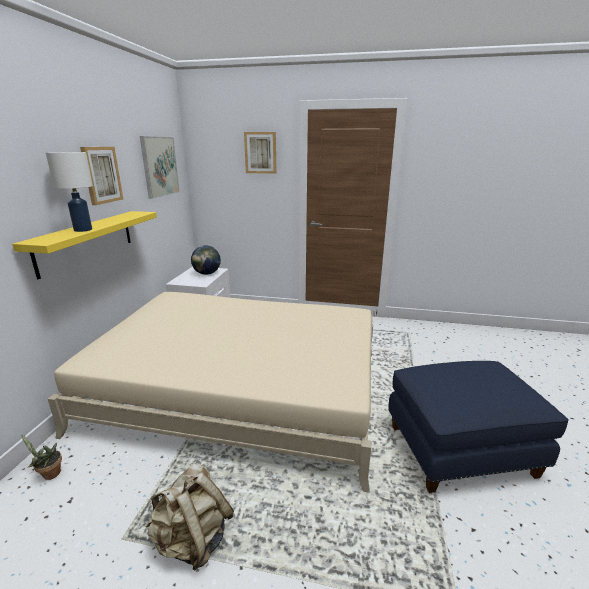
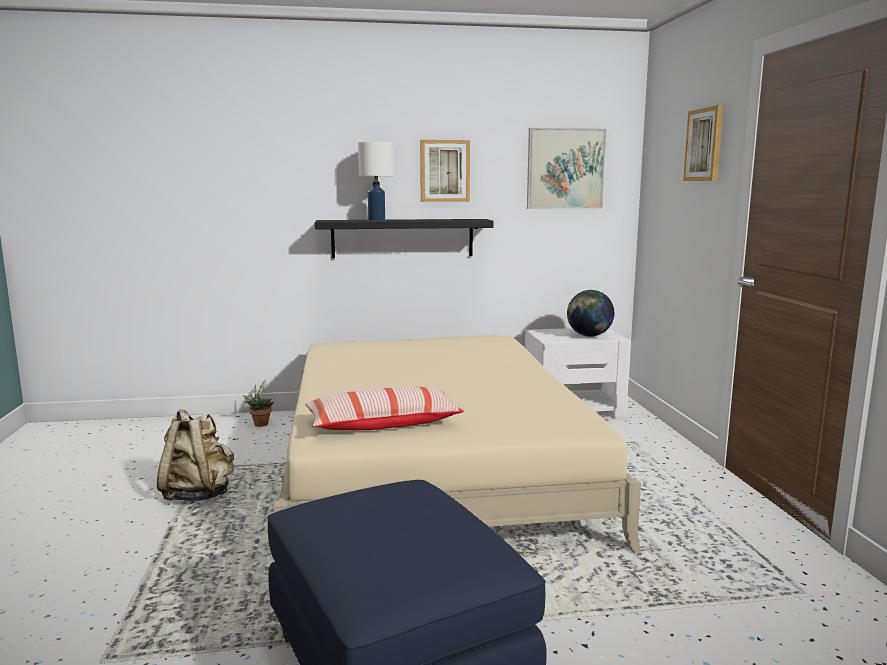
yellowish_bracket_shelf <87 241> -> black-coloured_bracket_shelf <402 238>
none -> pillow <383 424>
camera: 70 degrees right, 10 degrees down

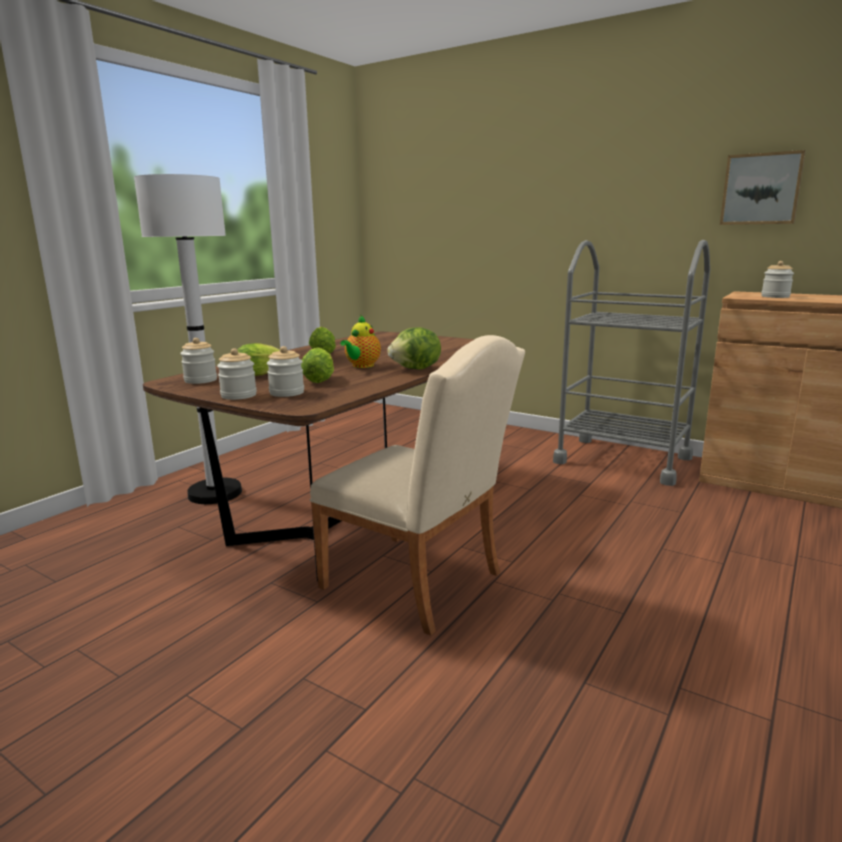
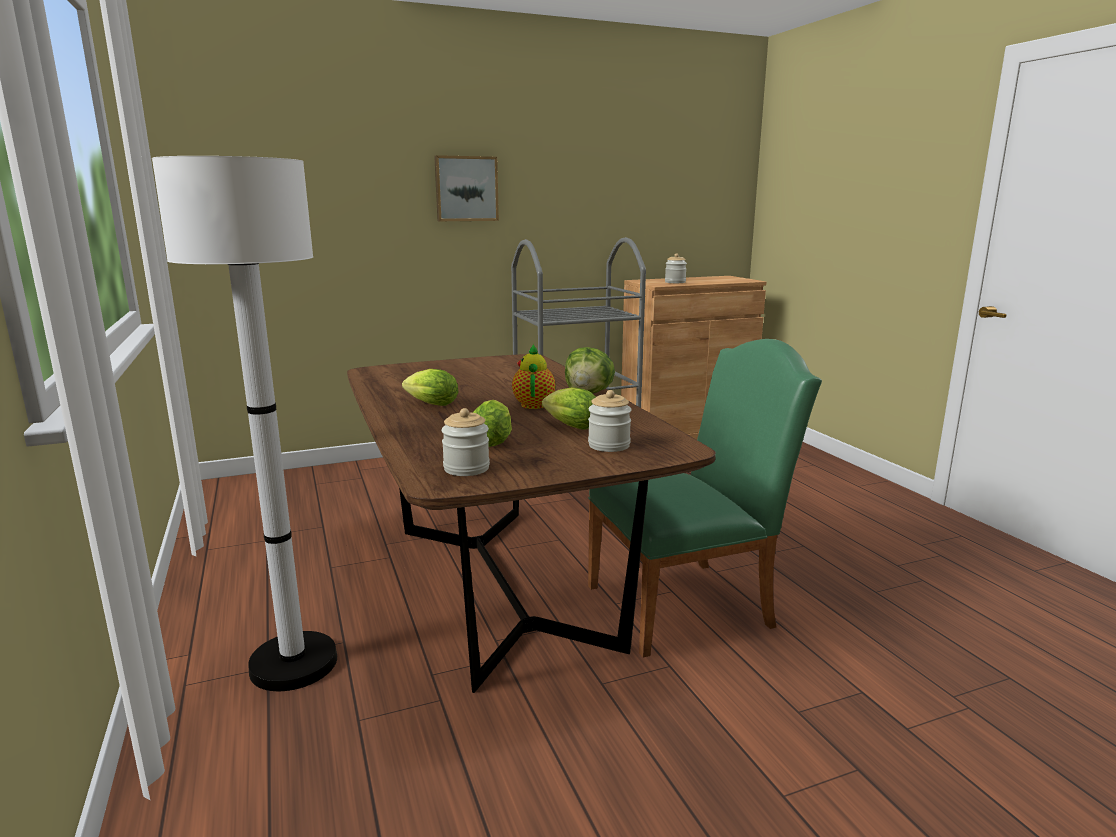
jar <238 395> -> none
sand-coloured_upright_chair <420 584> -> green-coloured_upright_chair <689 603>
pot_for_tea <362 366> -> pot_for_tea <534 404>, 150 degrees counterclockwise
picture <761 189> -> picture <466 189>, moved
camera: 55 degrees left, 0 degrees up

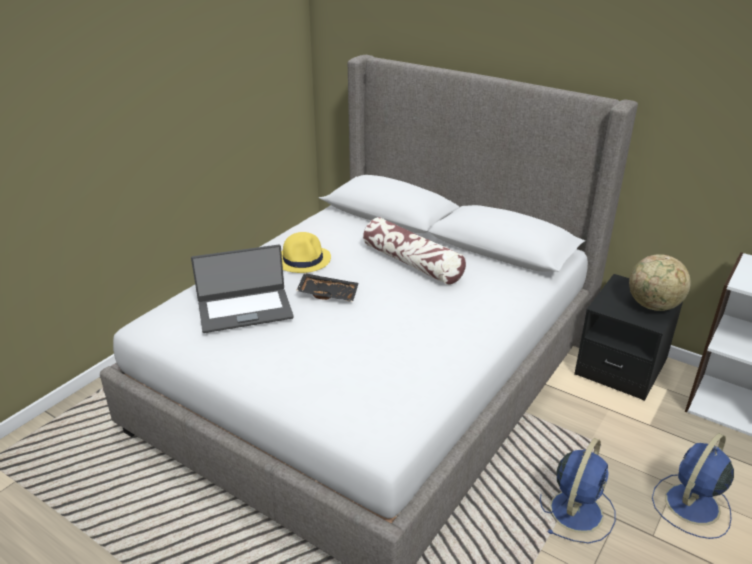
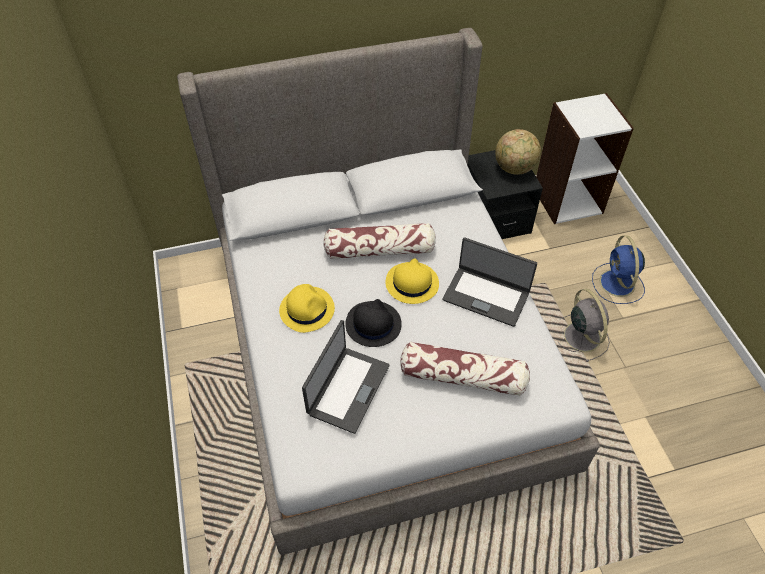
black-coloured_serving_tray <328 293> -> black-coloured_clothing_hat <372 324>
blue-coloured_electric_fan <576 509> -> greyish_electric_fan <581 335>
none -> yellowish_clothing_hat <411 283>
none -> pillow <463 377>
none -> portable_computer <486 295>
camera: 50 degrees left, 20 degrees up

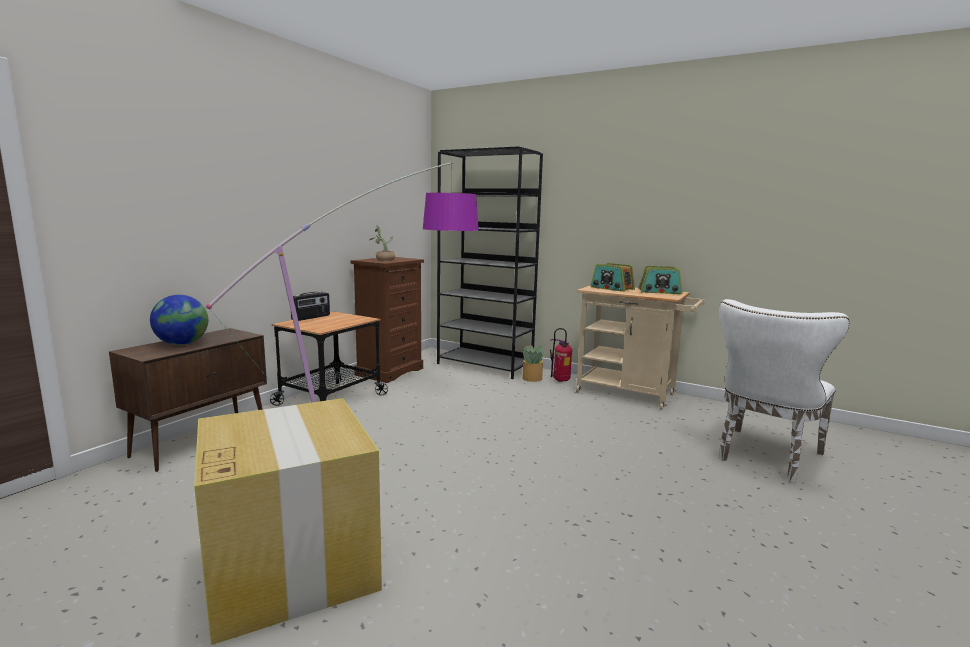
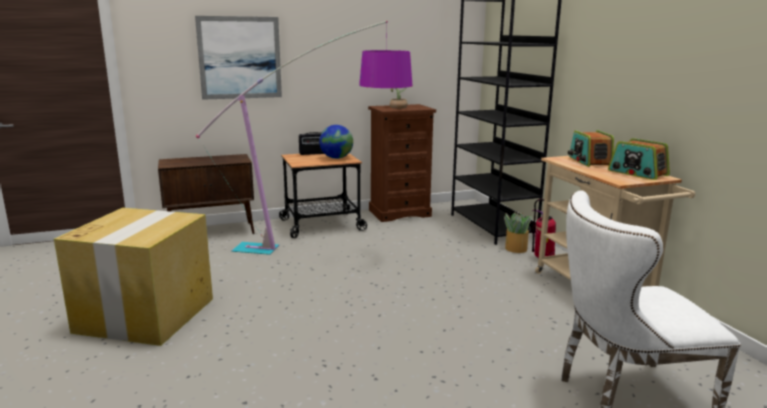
globe <182 344> -> globe <336 158>, moved
none -> picture <240 58>
camera: 40 degrees right, 5 degrees up

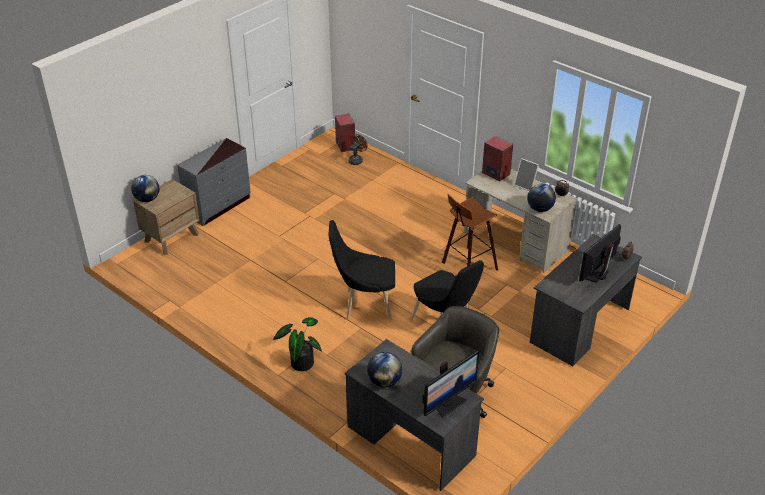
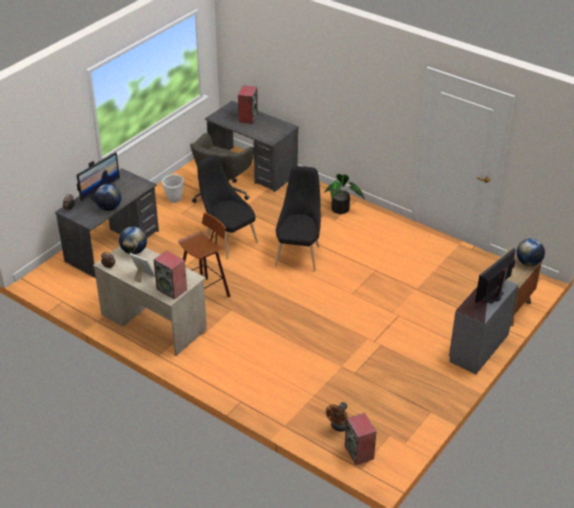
black-coloured_upright_chair <364 304> -> black-coloured_upright_chair <299 254>, 75 degrees counterclockwise
globe <384 381> -> globe <109 208>, moved
computer_display <448 404> -> computer_display <493 296>, moved
none -> white_flower_pot <174 199>
none -> speaker <247 117>
camera: 175 degrees right, 0 degrees up

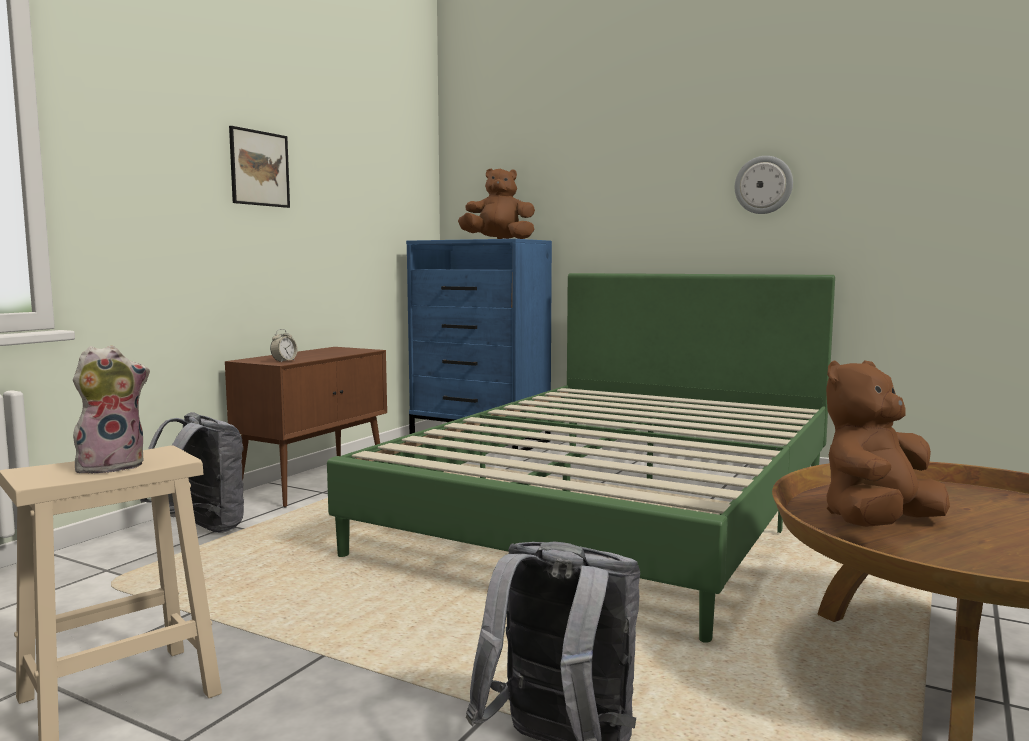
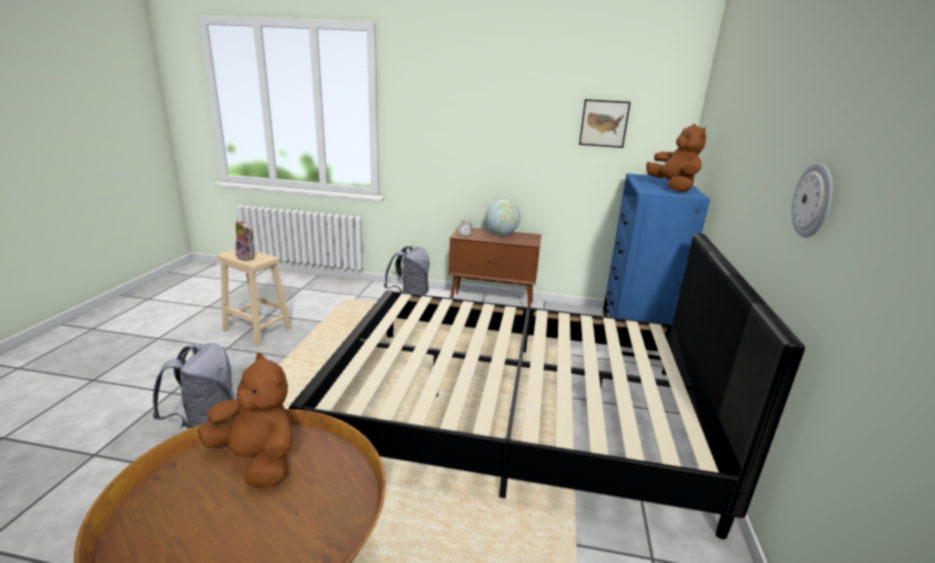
picture <259 168> -> picture <604 123>, moved
green-coloured_bedroom_bed <618 510> -> black-coloured_bedroom_bed <515 412>
none -> globe <501 234>
camera: 70 degrees right, 15 degrees up

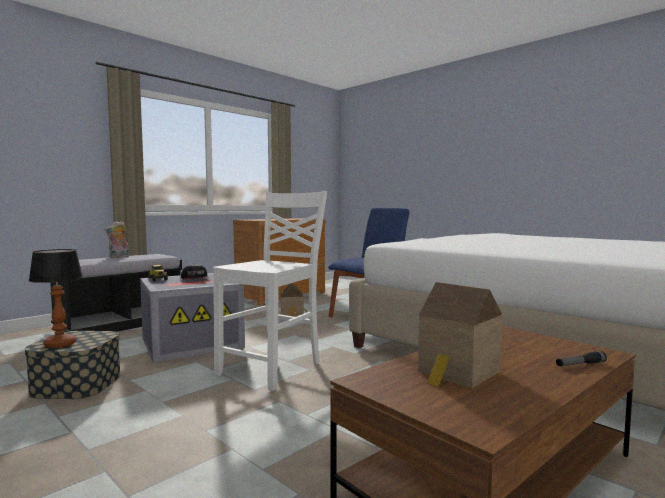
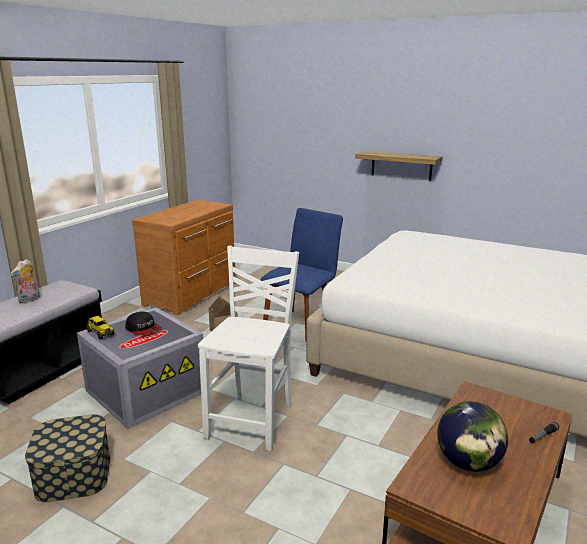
table_lamp <61 344> -> none
miniature_house <457 373> -> globe <468 463>
none -> bracket_shelf <401 165>
camera: 15 degrees left, 15 degrees up

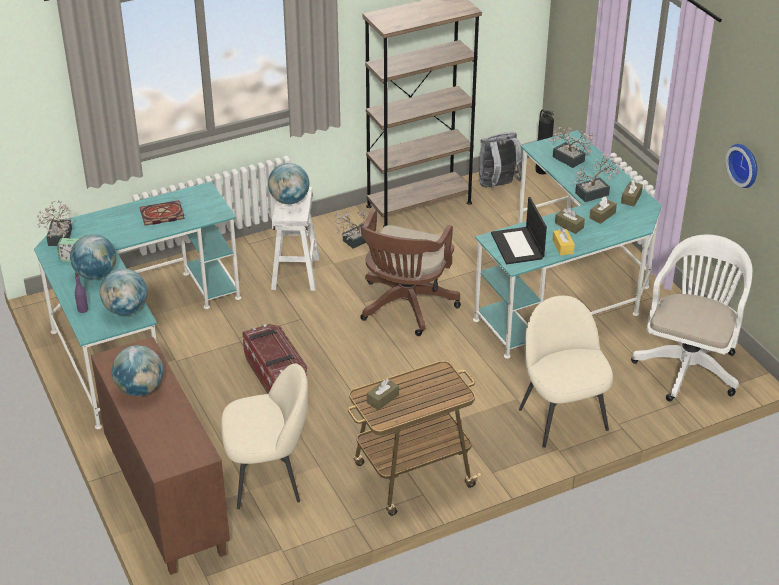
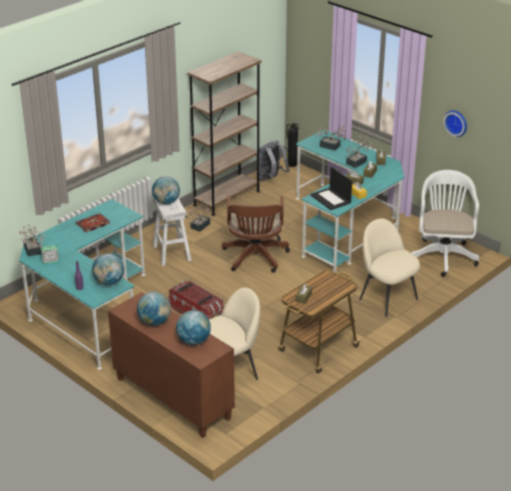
globe <96 274> -> globe <193 341>, moved
camera: 20 degrees left, 5 degrees down

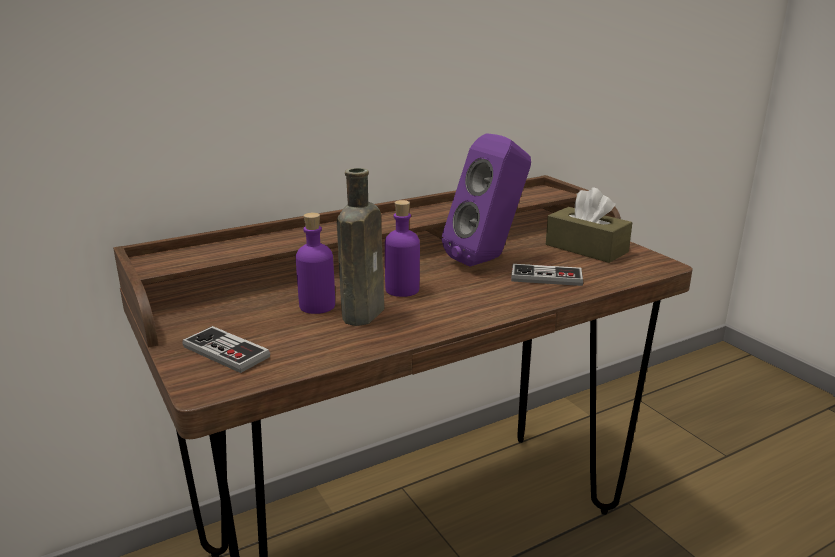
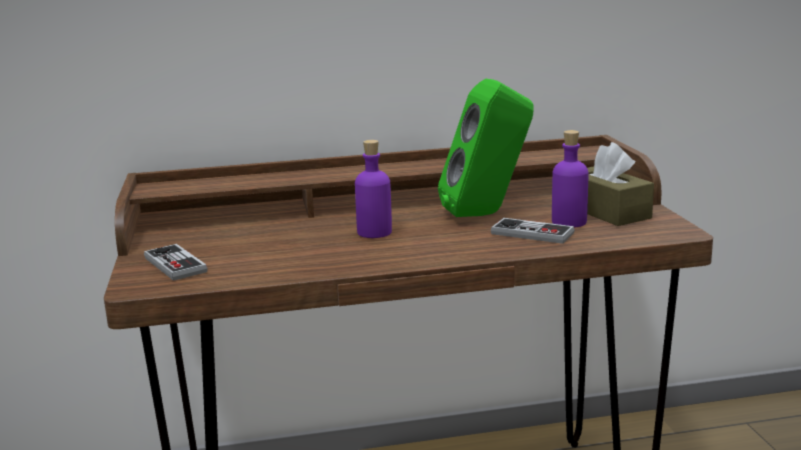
purplish_beverage_bottle <317 306> -> purplish_beverage_bottle <569 222>, moved
brownish_beverage_bottle <364 312> -> none
purplish_speaker <488 259> -> green-coloured_speaker <487 214>
camera: 20 degrees right, 5 degrees down

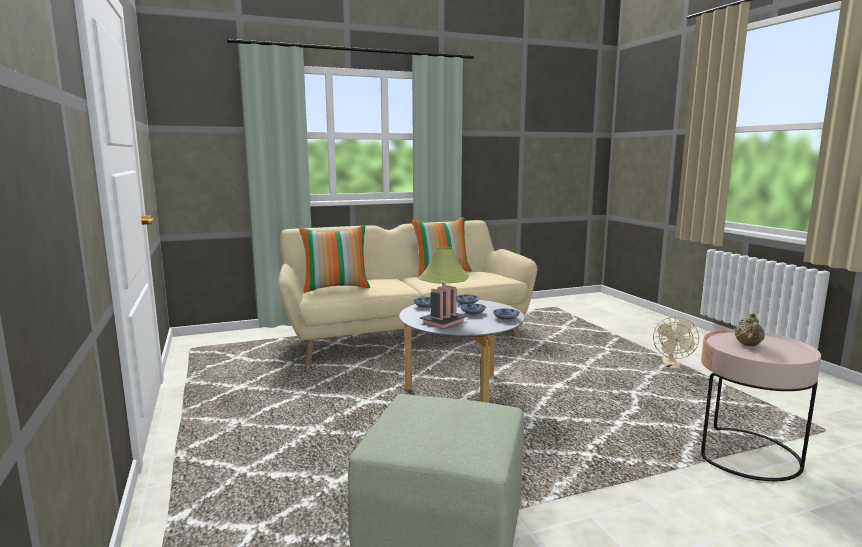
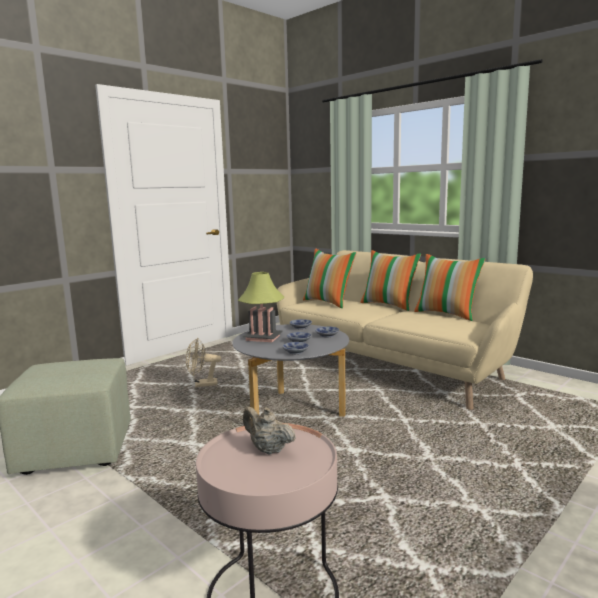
sand-coloured_electric_fan <672 367> -> sand-coloured_electric_fan <202 385>, moved
sand-coloured_pot_for_tea <748 345> -> sand-coloured_pot_for_tea <268 449>, 45 degrees clockwise
none -> pillow <389 305>
camera: 65 degrees right, 0 degrees up

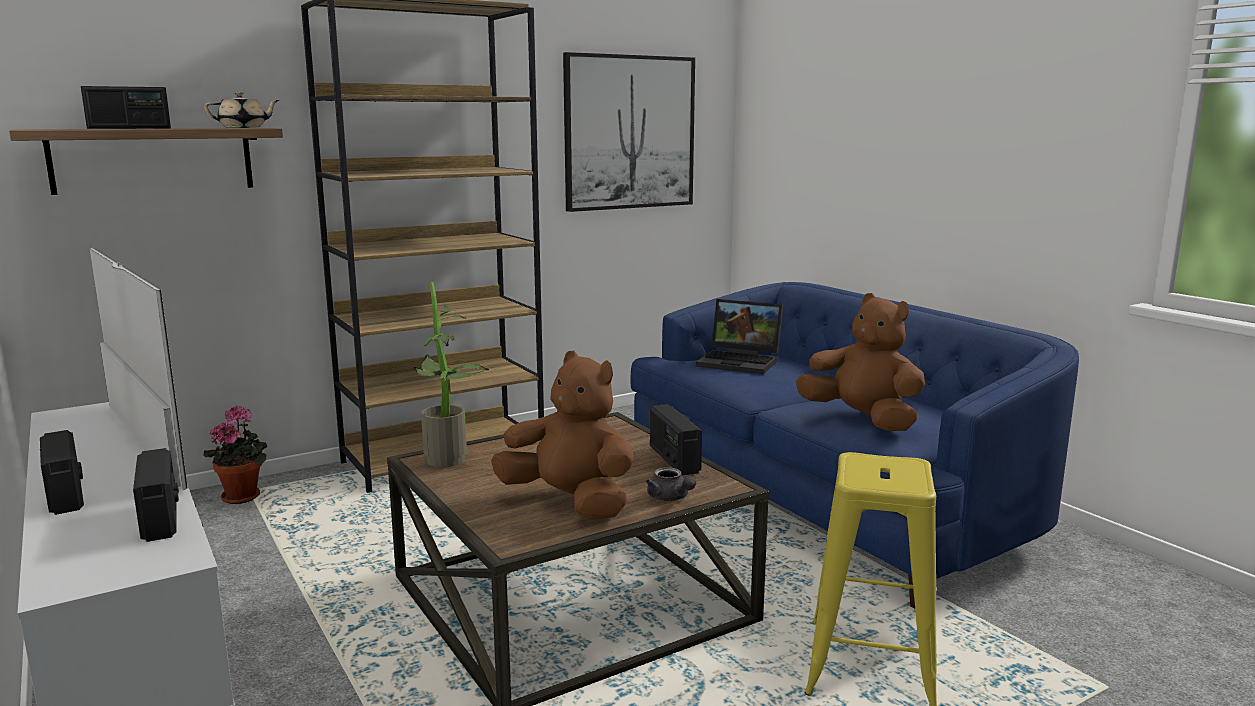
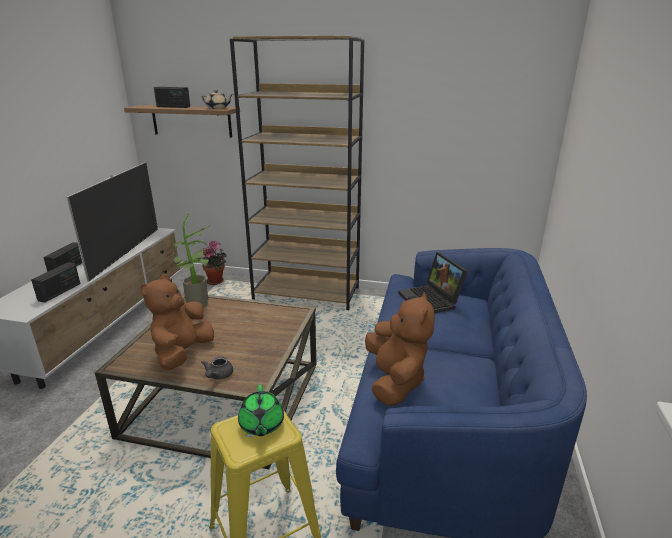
brownish_cuddly_toy <570 502> -> brownish_cuddly_toy <182 353>, 150 degrees counterclockwise
picture <629 132> -> none
radio_set <673 459> -> none
none -> green-coloured_pot_for_tea <261 425>
camera: 45 degrees right, 10 degrees up

